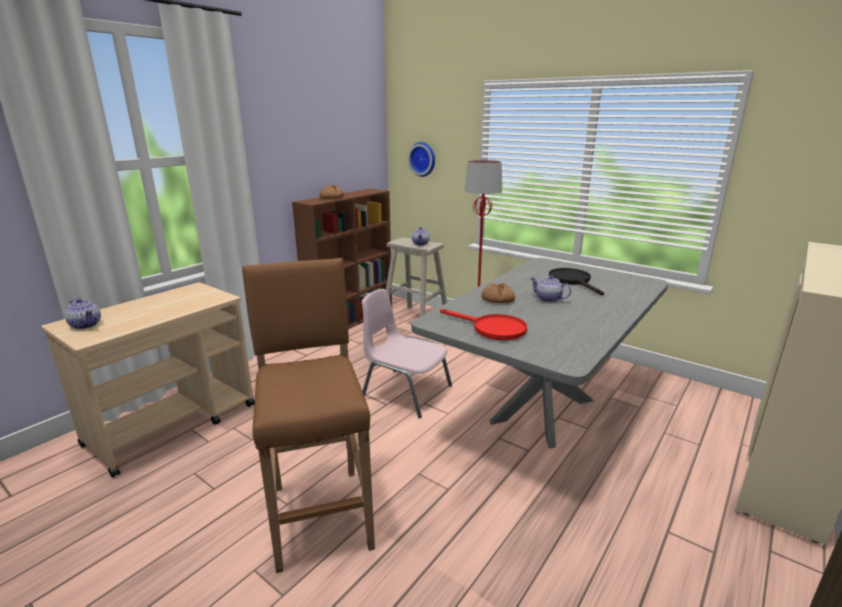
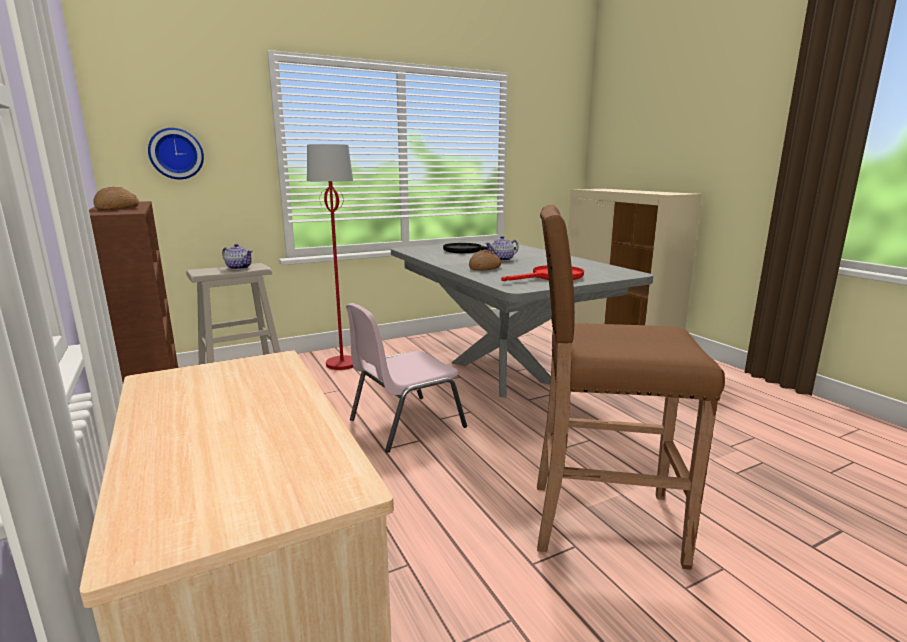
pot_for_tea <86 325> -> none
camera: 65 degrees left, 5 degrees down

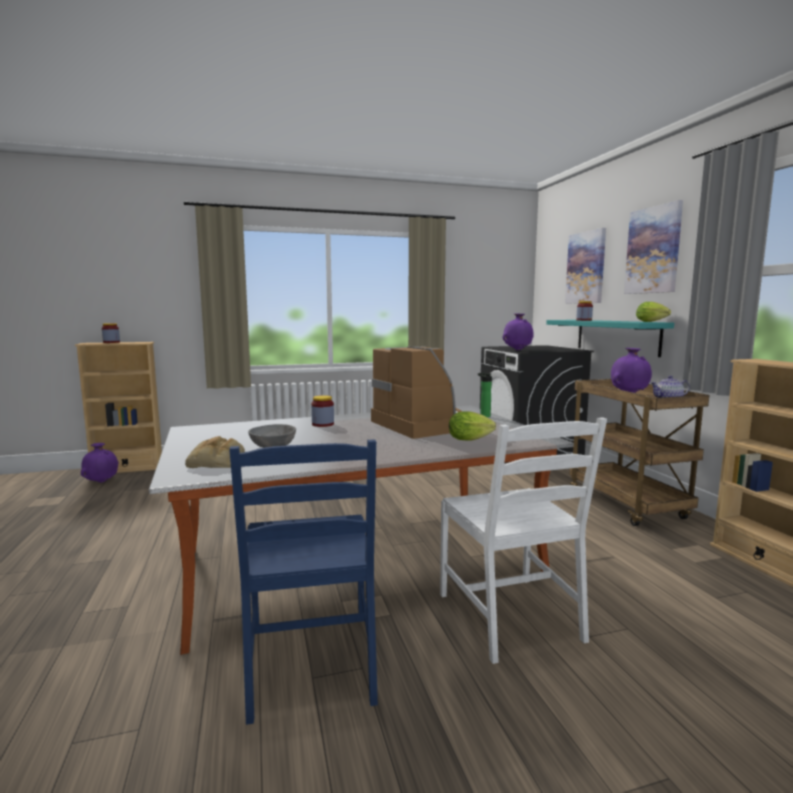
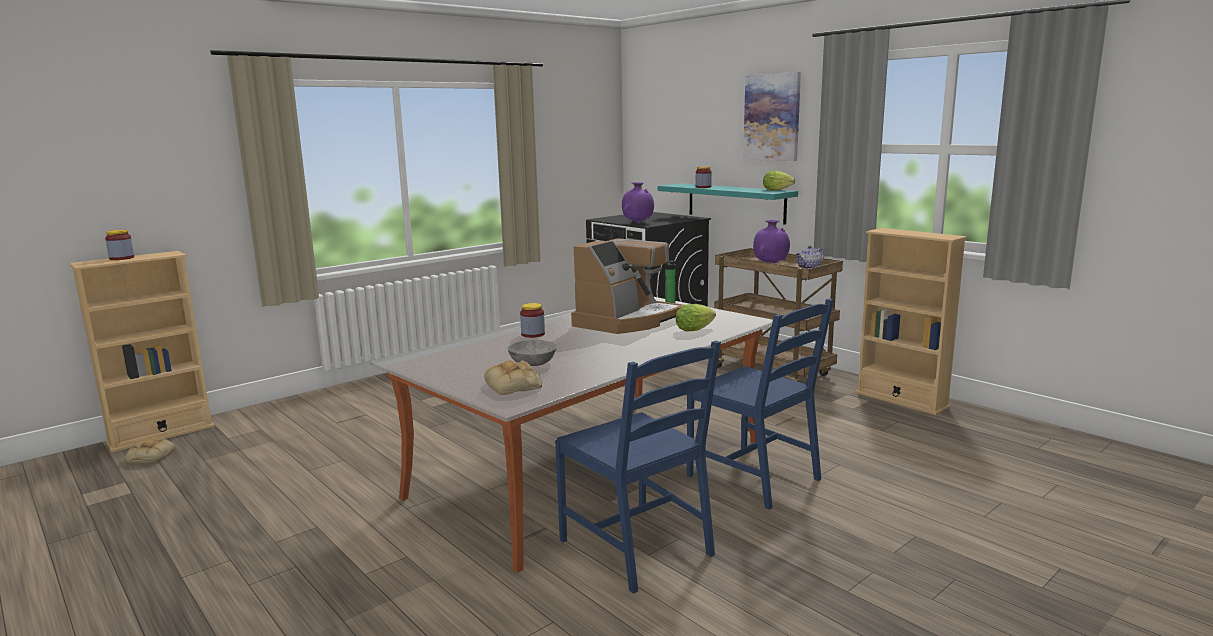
purplish_flower_vase <101 482> -> bread <150 456>
coffee_brewer <421 424> -> coffee_brewer <627 321>, 90 degrees clockwise
white_upright_chair <511 617> -> blue-coloured_upright_chair <755 477>
picture <586 268> -> none
camera: 25 degrees left, 5 degrees up

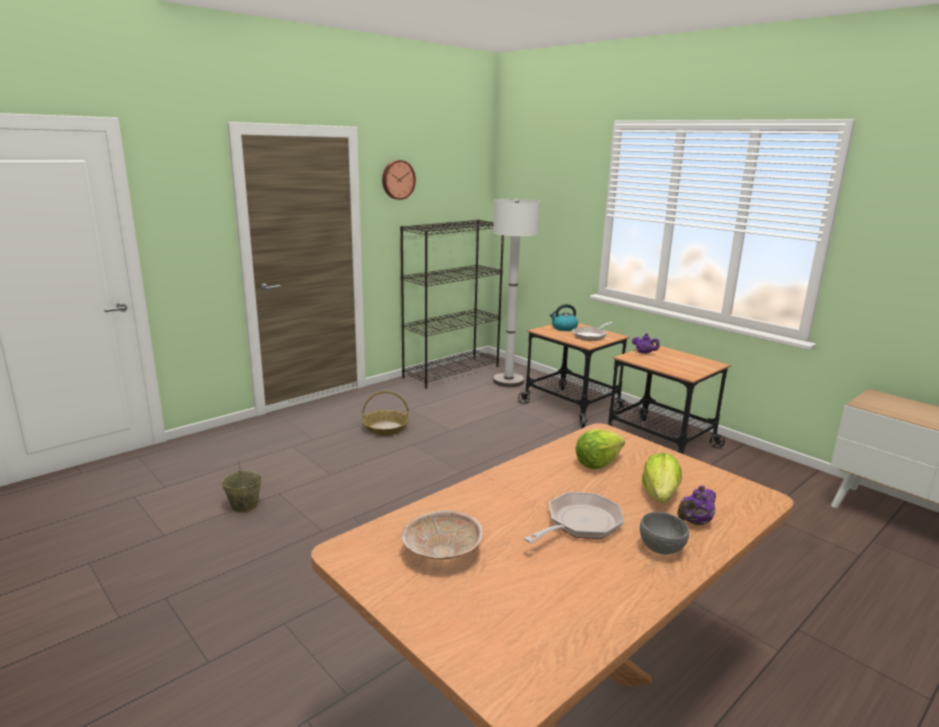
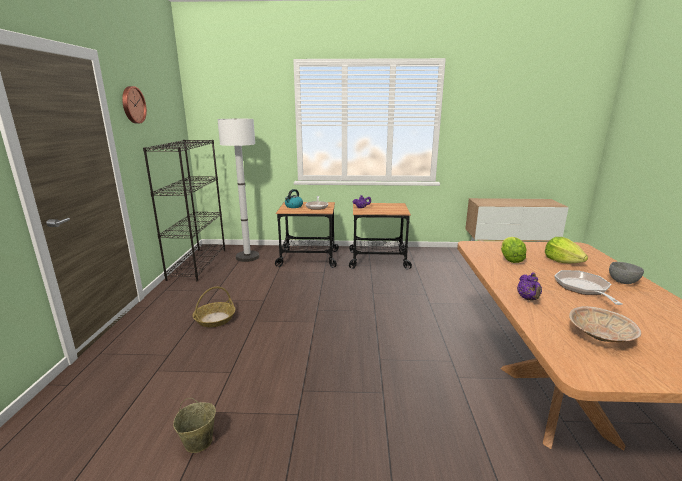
purplish_pot_for_tea <694 522> -> purplish_pot_for_tea <528 299>, moved
camera: 45 degrees left, 0 degrees up

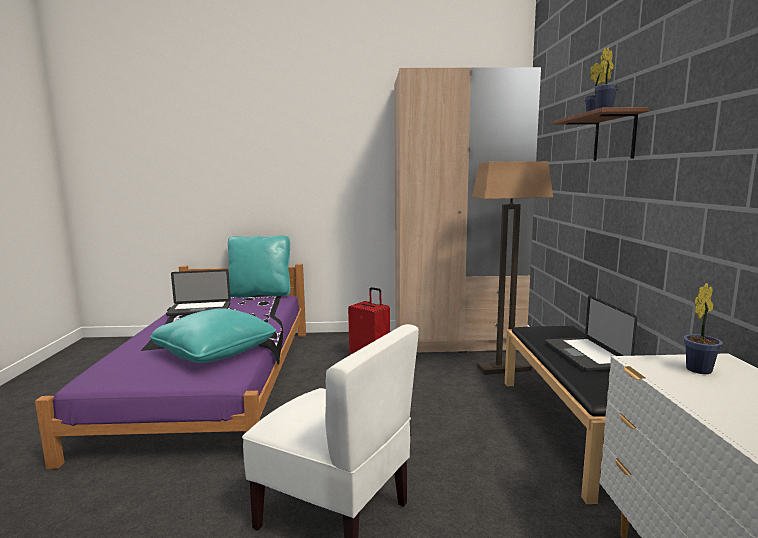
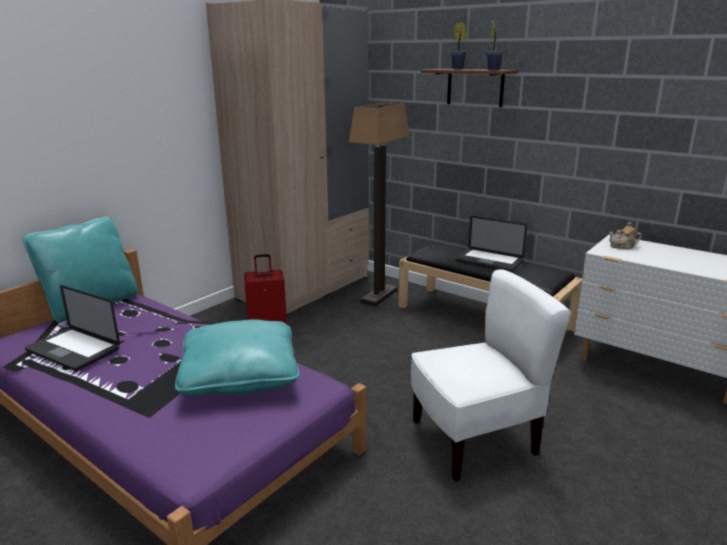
portable_computer <199 310> -> portable_computer <73 350>, 90 degrees clockwise
plant_in_a_pot <700 369> -> pot_for_tea <623 246>
camera: 50 degrees left, 10 degrees up

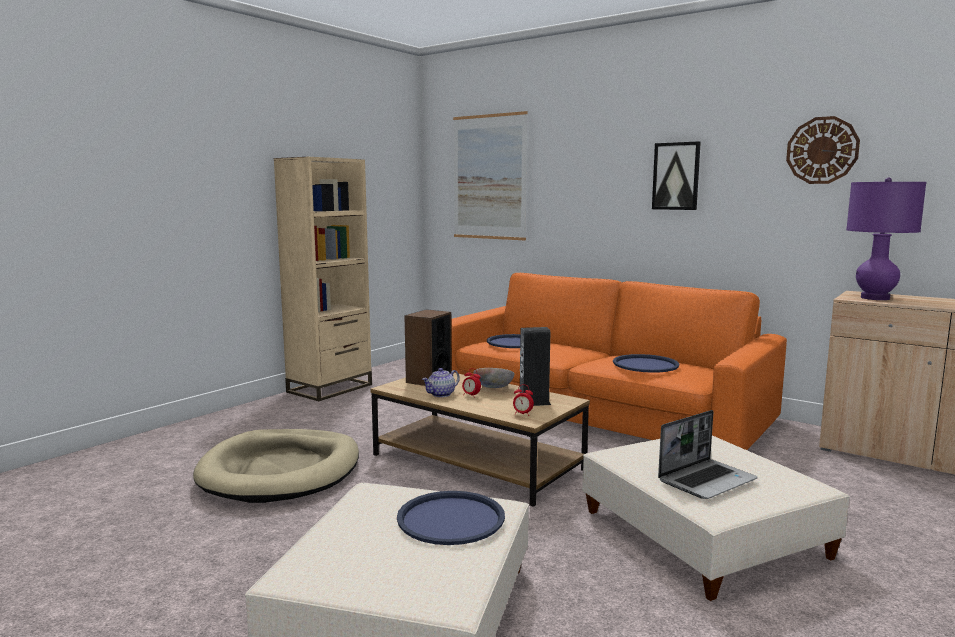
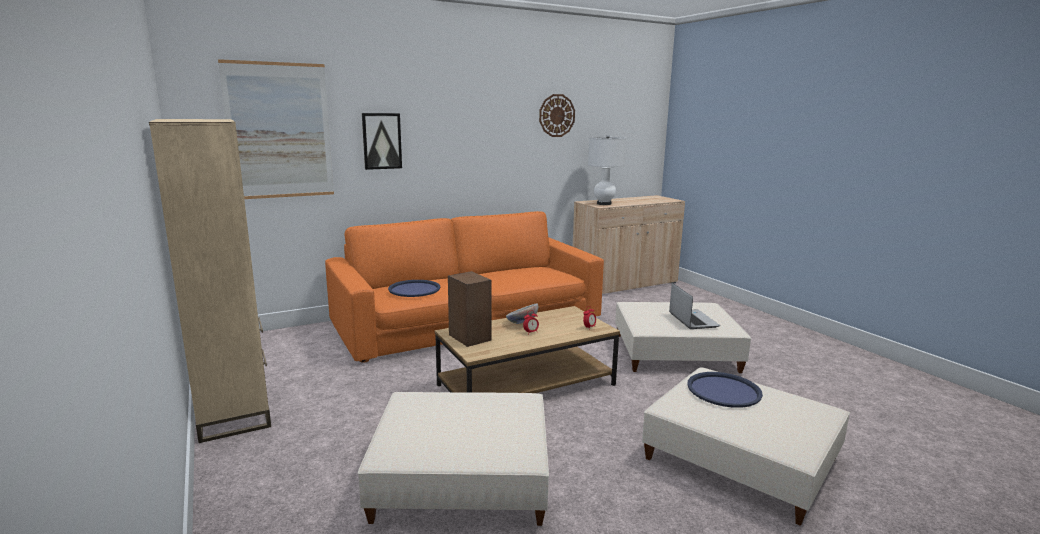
sand-coloured_dog_cushion <281 471> -> sand-coloured_ottoman <461 477>
pot_for_tea <441 394> -> none
speaker <534 402> -> none
blue-coloured_serving_tray <645 364> -> none
picture <676 176> -> picture <381 141>, moved
purplish_table_lamp <874 298> -> white_table_lamp <604 204>
camera: 65 degrees left, 5 degrees up

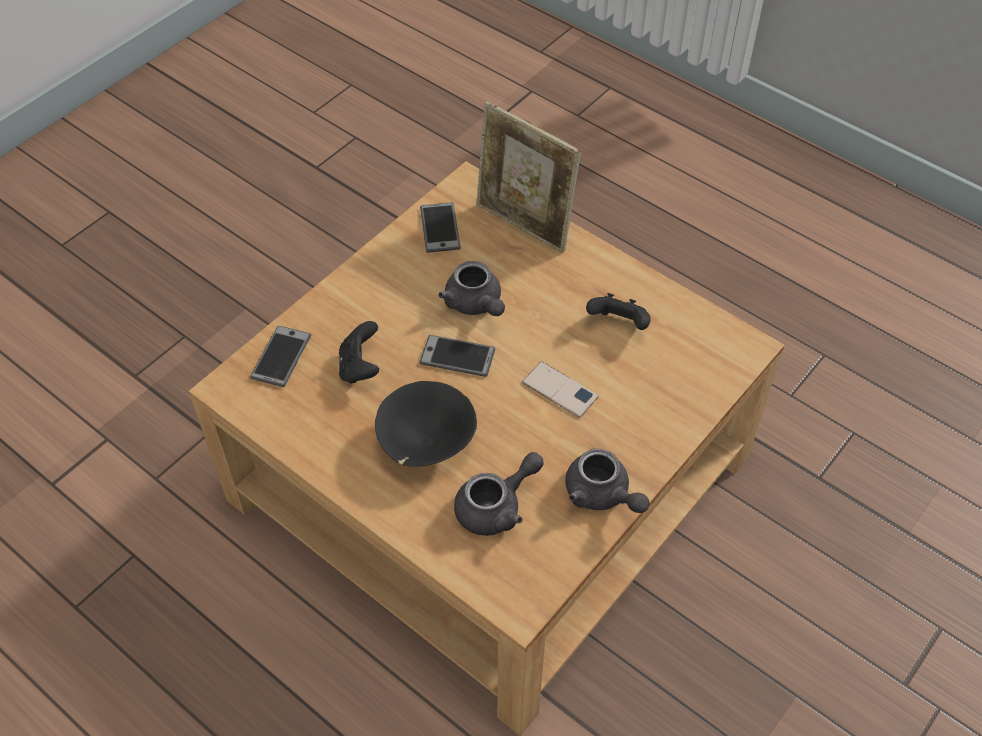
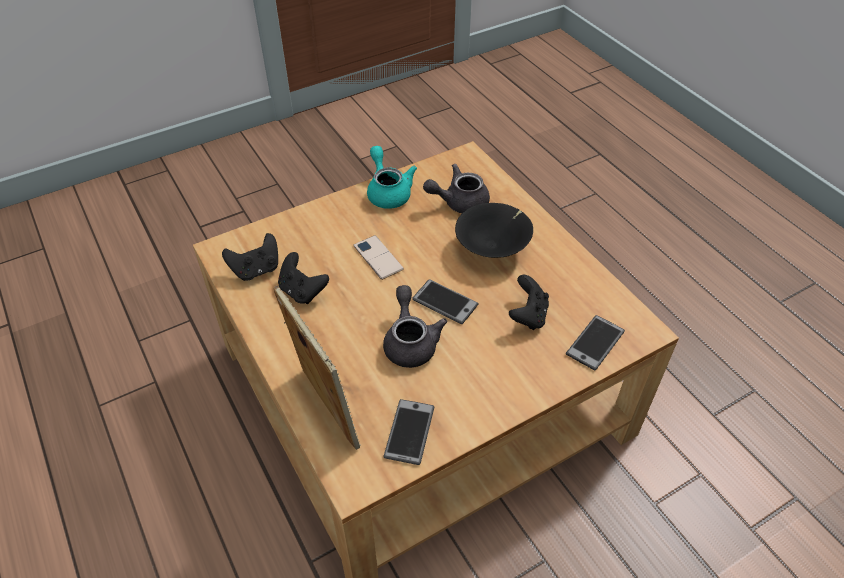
greyish_pot_for_tea <602 495> -> turquoise_pot_for_tea <388 192>
none -> black-coloured_gamepad <256 270>
camera: 160 degrees left, 5 degrees down

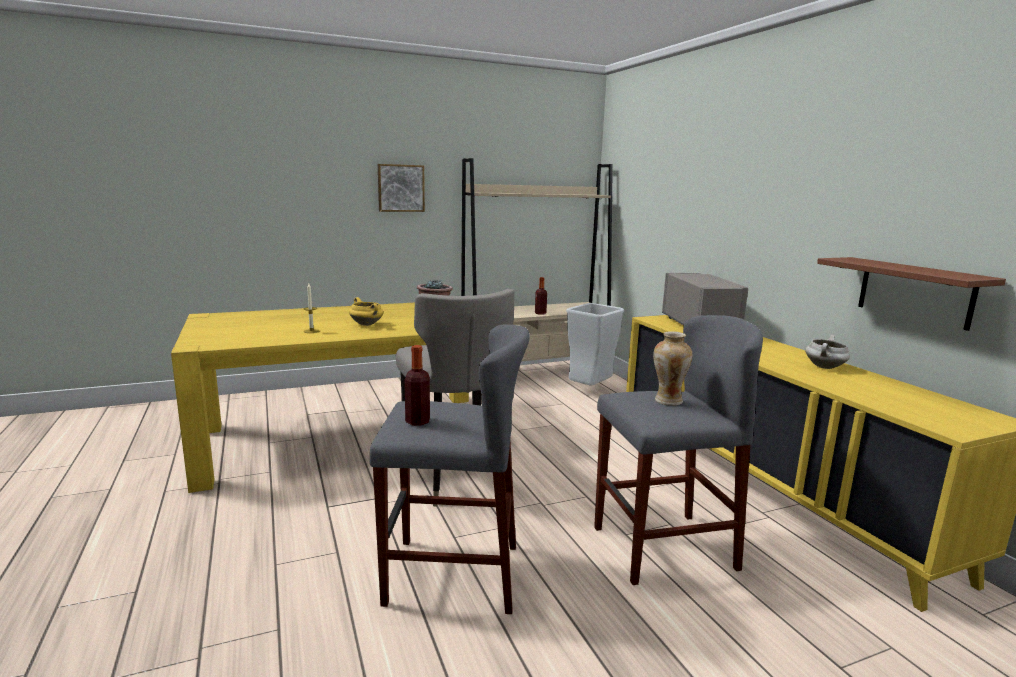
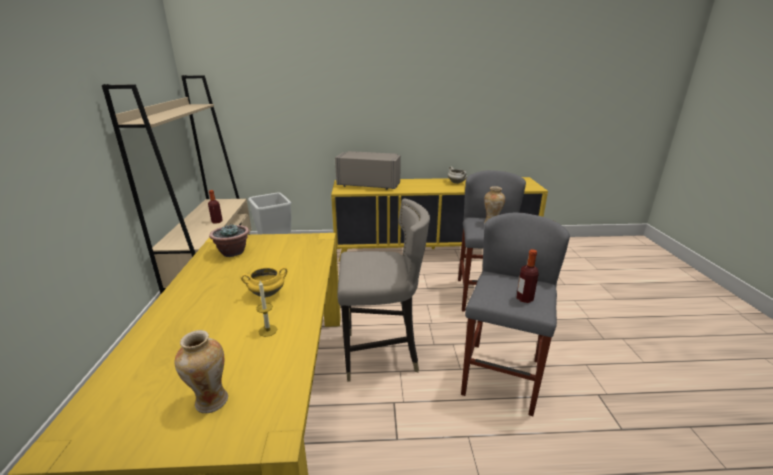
picture <400 188> -> none
brownish_bracket_shelf <914 292> -> none
none -> flower_vase <210 401>
camera: 70 degrees left, 10 degrees up

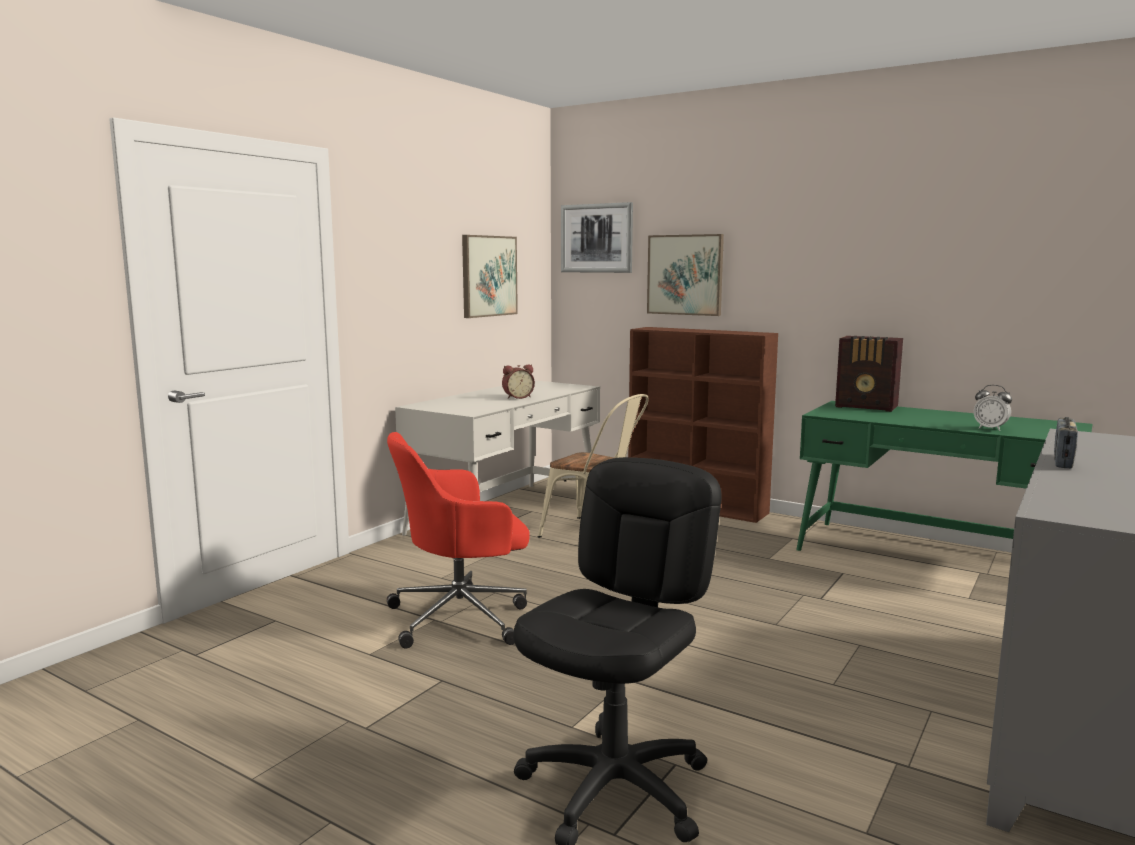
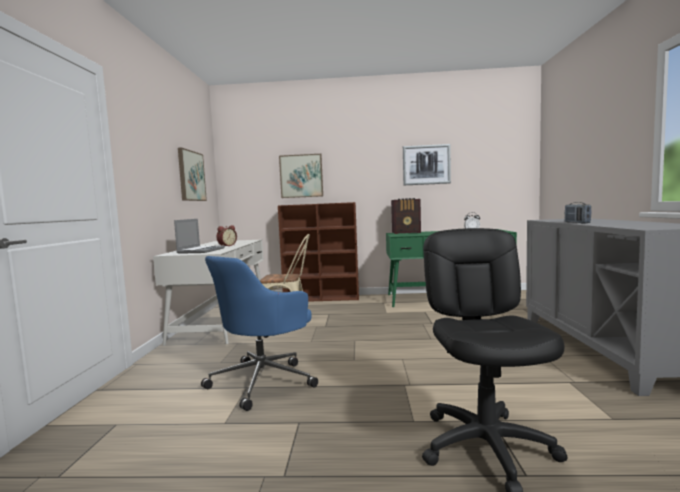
red-coloured_desk_chair <462 617> -> blue-coloured_desk_chair <263 380>
picture <596 238> -> picture <426 165>, moved
none -> portable_computer <201 250>
camera: 30 degrees left, 5 degrees down

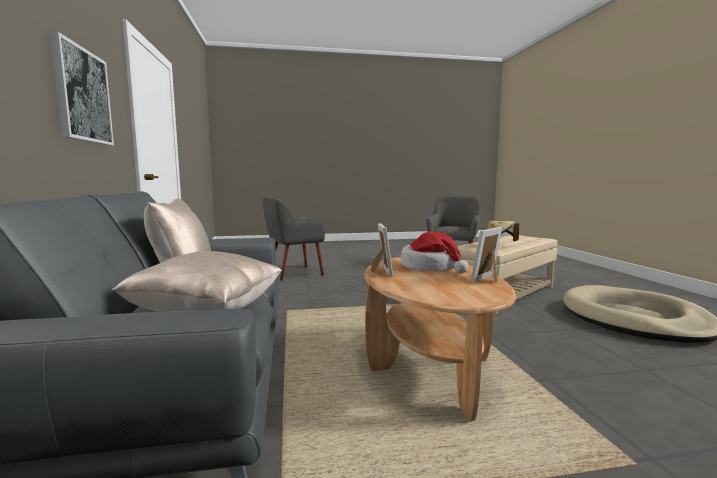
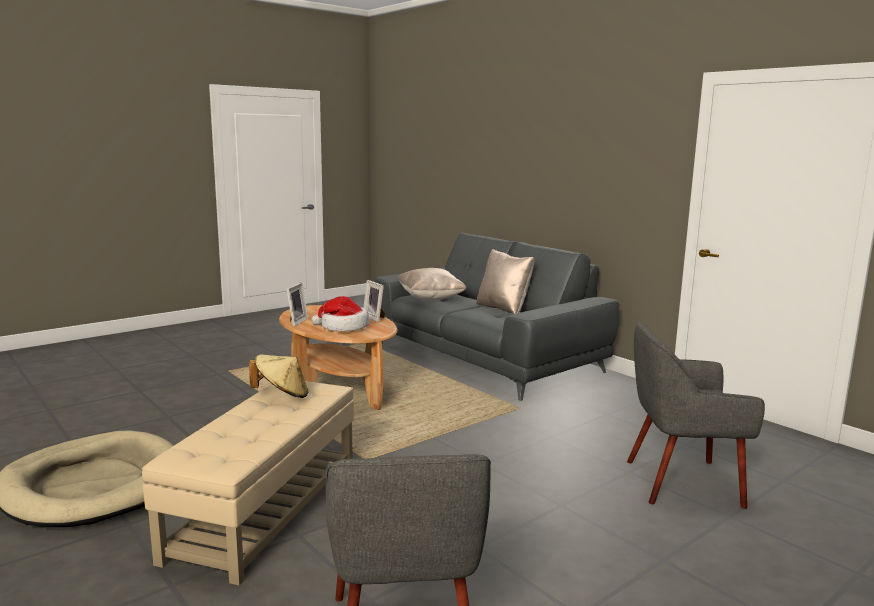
picture <82 95> -> none
greyish_lounge_chair <294 273> -> greyish_lounge_chair <680 482>, 120 degrees counterclockwise
camera: 150 degrees right, 5 degrees up

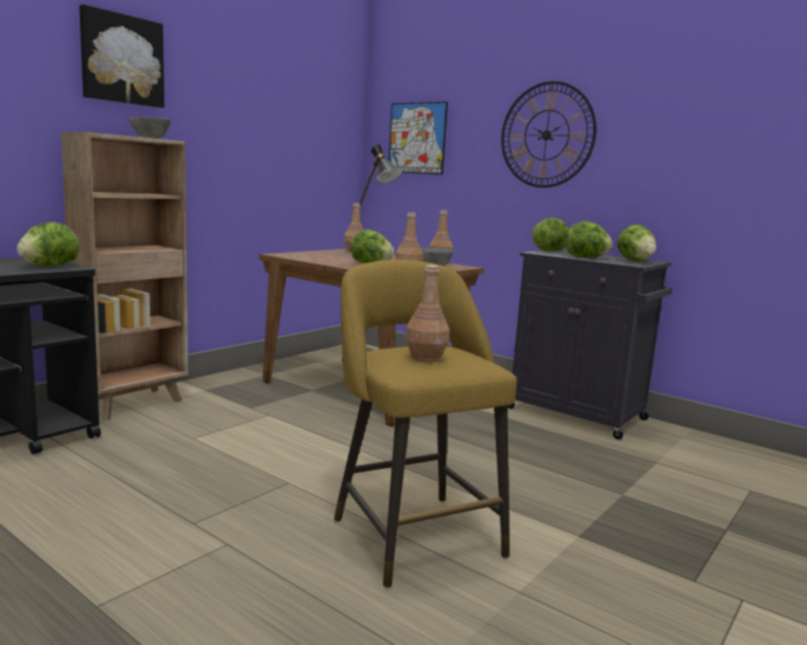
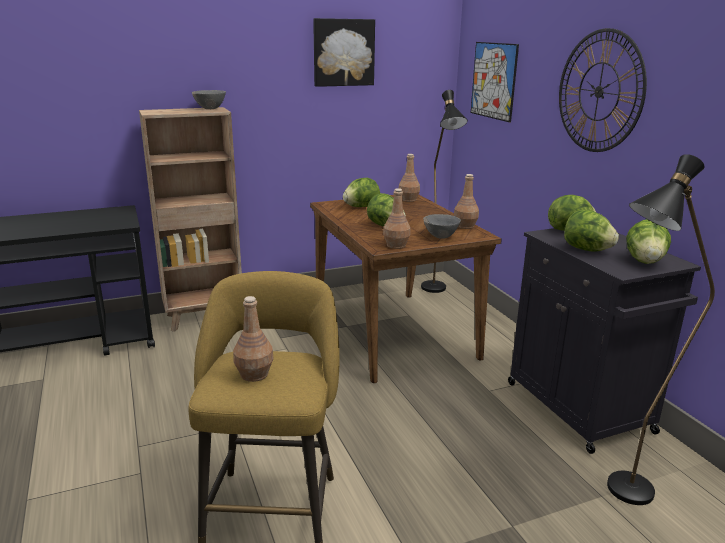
lettuce <49 266> -> lettuce <361 207>, moved
picture <121 59> -> picture <343 52>, moved
none -> black-coloured_standing_lamp <619 495>
camera: 30 degrees right, 10 degrees up

